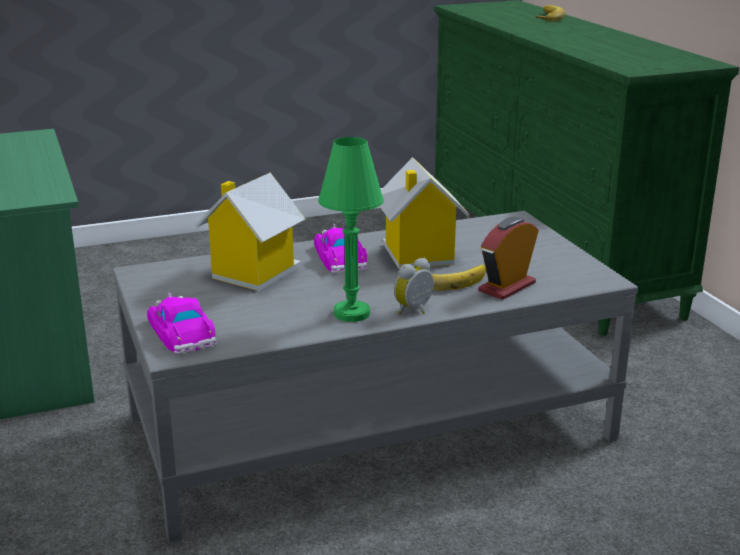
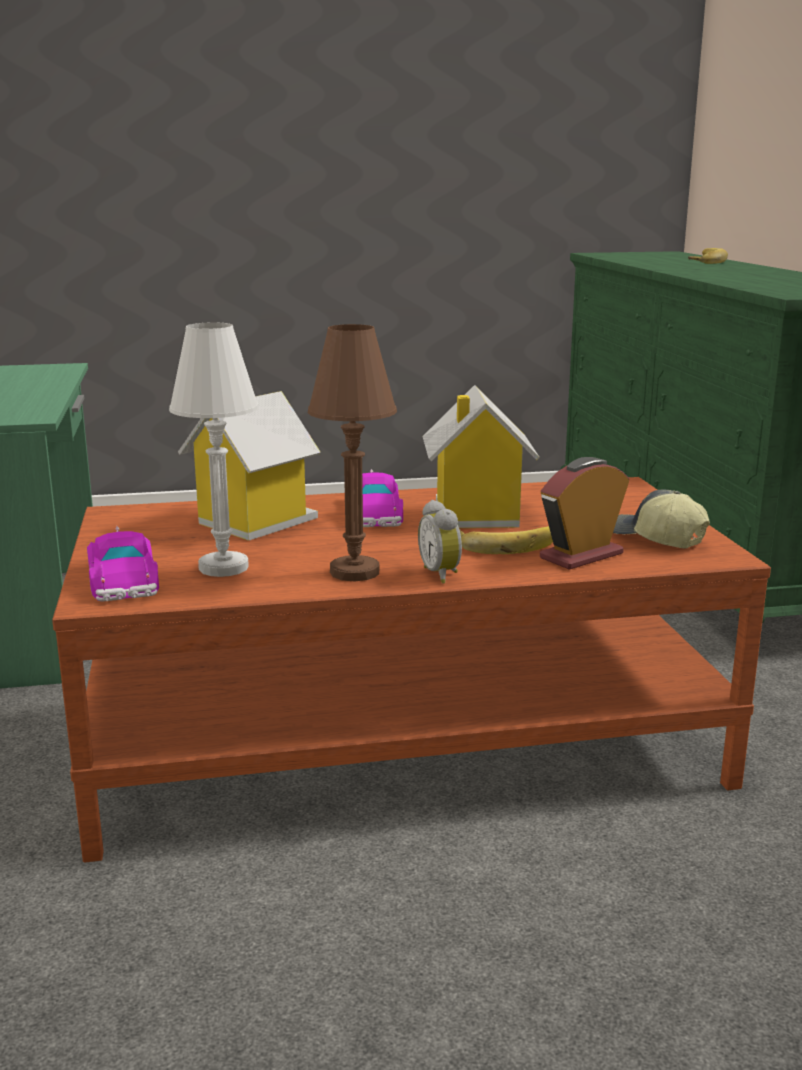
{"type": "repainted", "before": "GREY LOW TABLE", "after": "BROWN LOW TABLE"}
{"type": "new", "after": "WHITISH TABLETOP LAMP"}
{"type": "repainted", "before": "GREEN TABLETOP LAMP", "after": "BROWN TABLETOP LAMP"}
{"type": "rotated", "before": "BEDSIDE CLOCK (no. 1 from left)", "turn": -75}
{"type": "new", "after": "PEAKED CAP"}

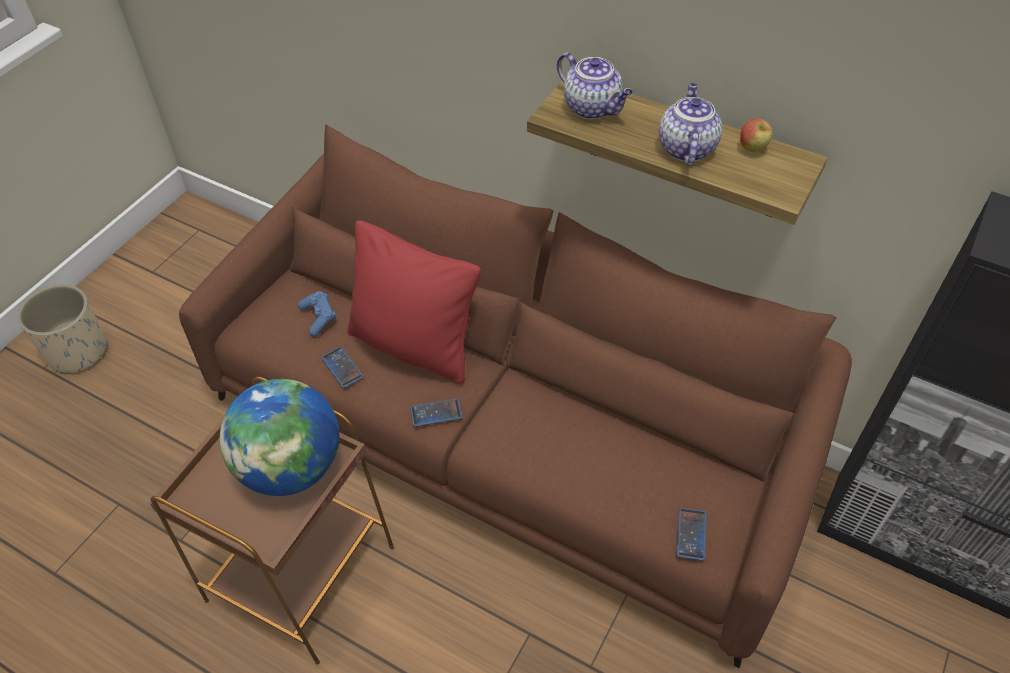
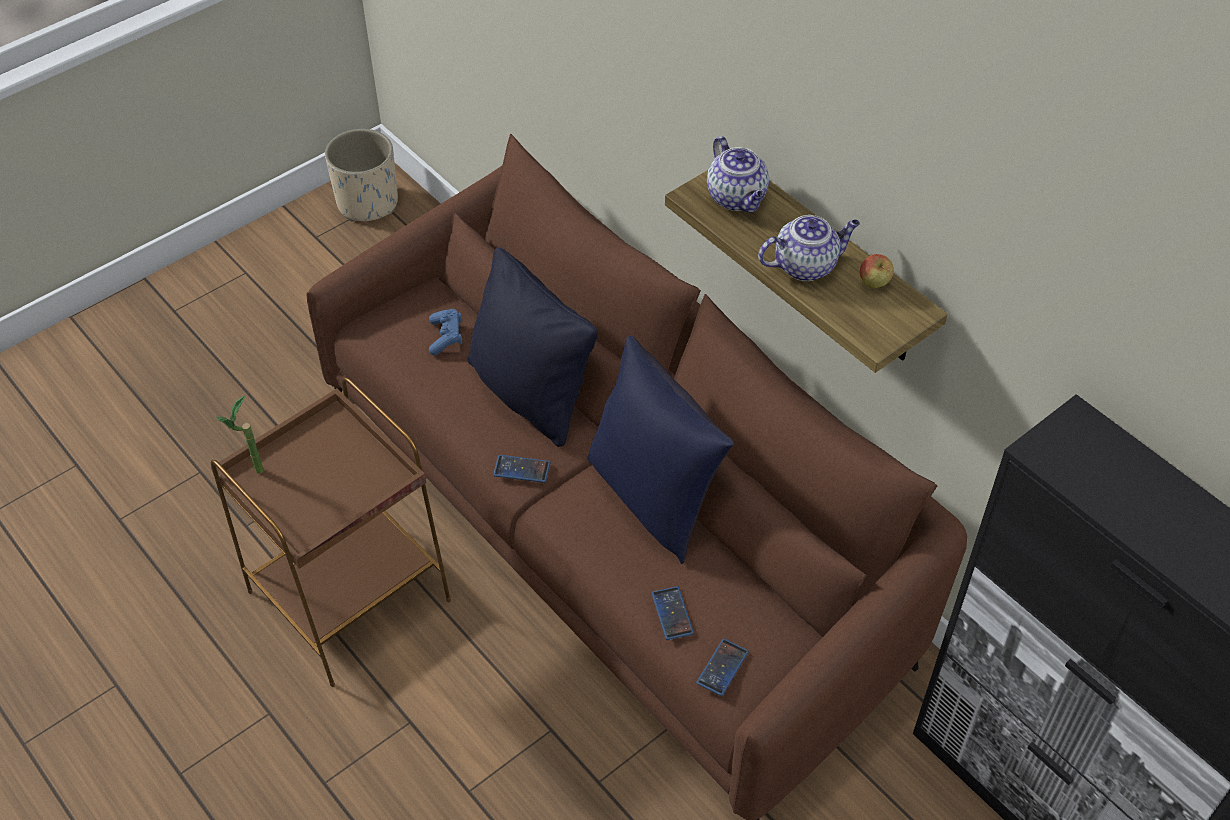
{"type": "new", "after": "HOUSEPLANT"}
{"type": "shifted", "before": "SAND-COLOURED PLANT POT"}
{"type": "repainted", "before": "REDDISH CUSHION", "after": "BLACKISH CUSHION"}
{"type": "new", "after": "BLUE CUSHION"}
{"type": "shifted", "before": "PHONE (no. 1 from left in the first image)", "after": "PHONE (no. 2 from left)"}
{"type": "rotated", "before": "POT FOR TEA (no. 2 from left)", "turn": 45}
{"type": "gone", "before": "DESK GLOBE"}

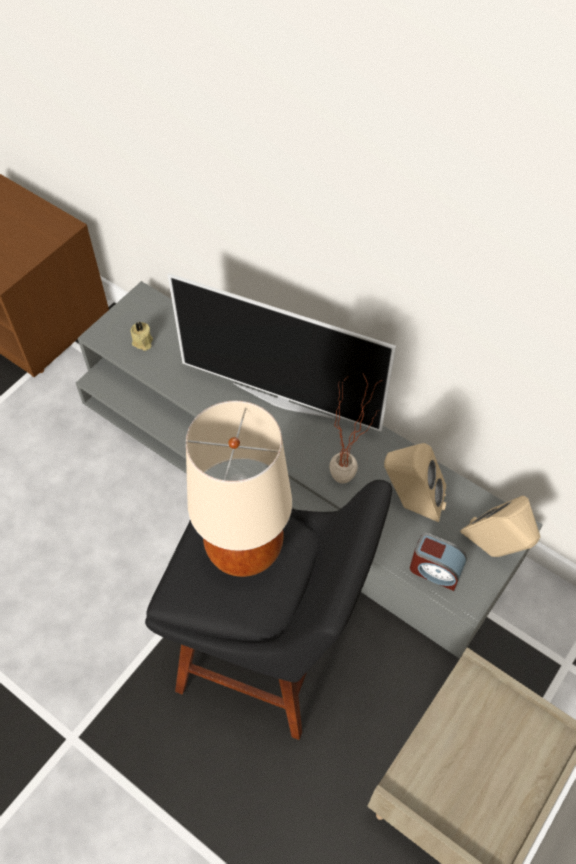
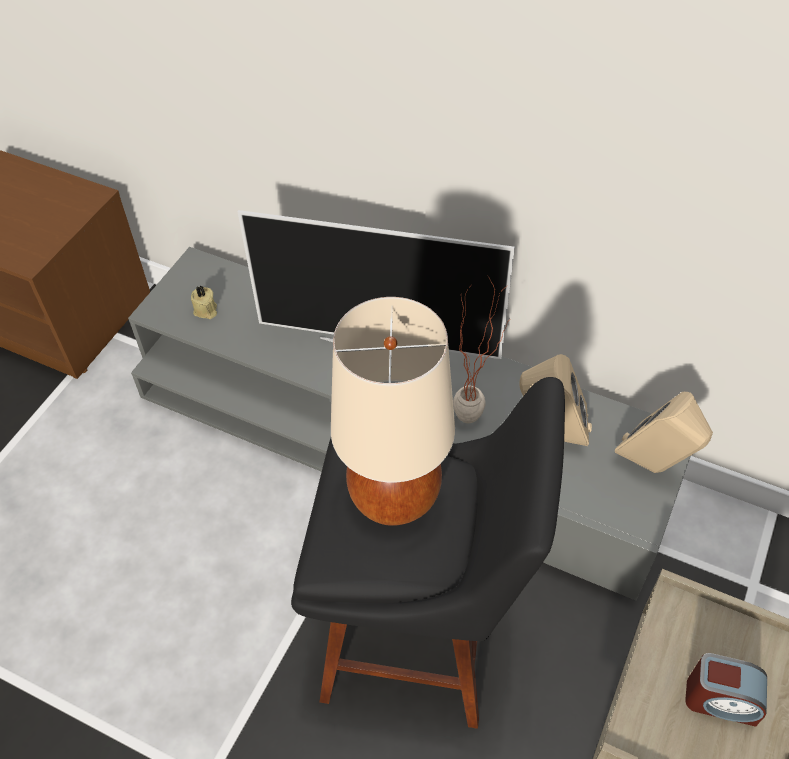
{"type": "shifted", "before": "BEDSIDE CLOCK"}

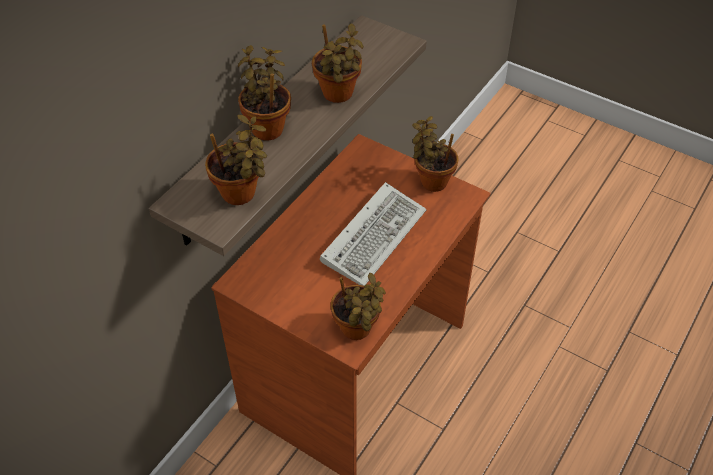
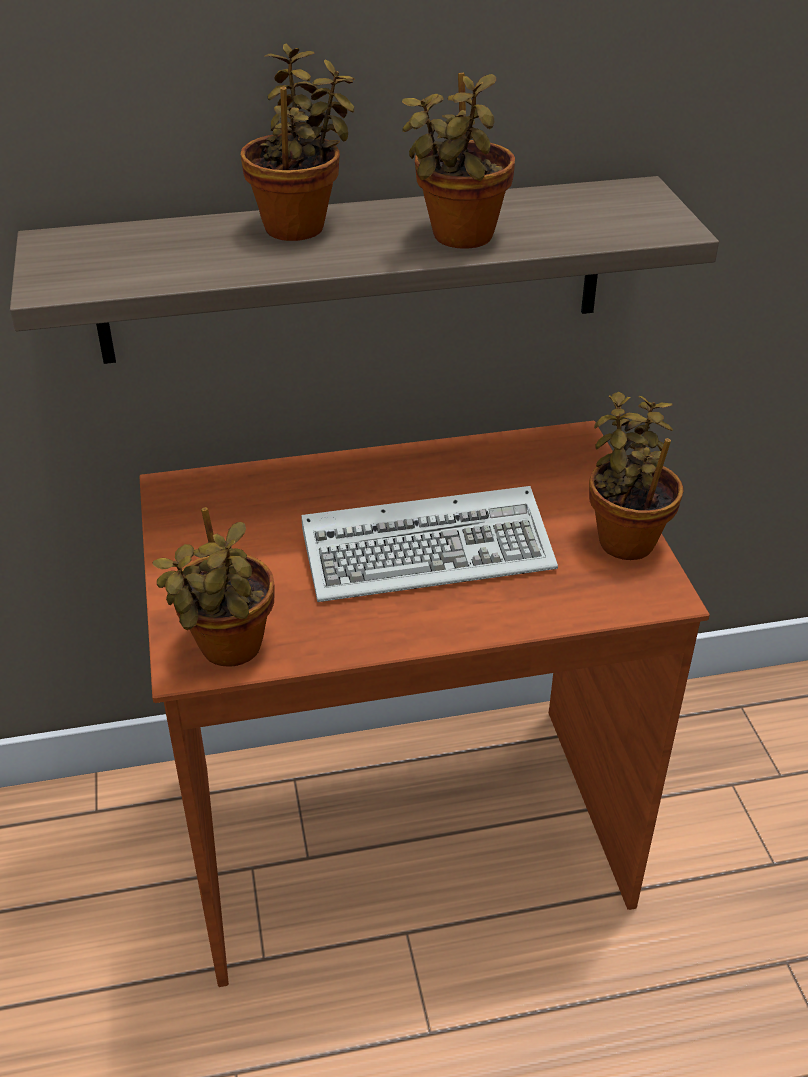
{"type": "gone", "before": "HOUSEPLANT (no. 1 from left)"}

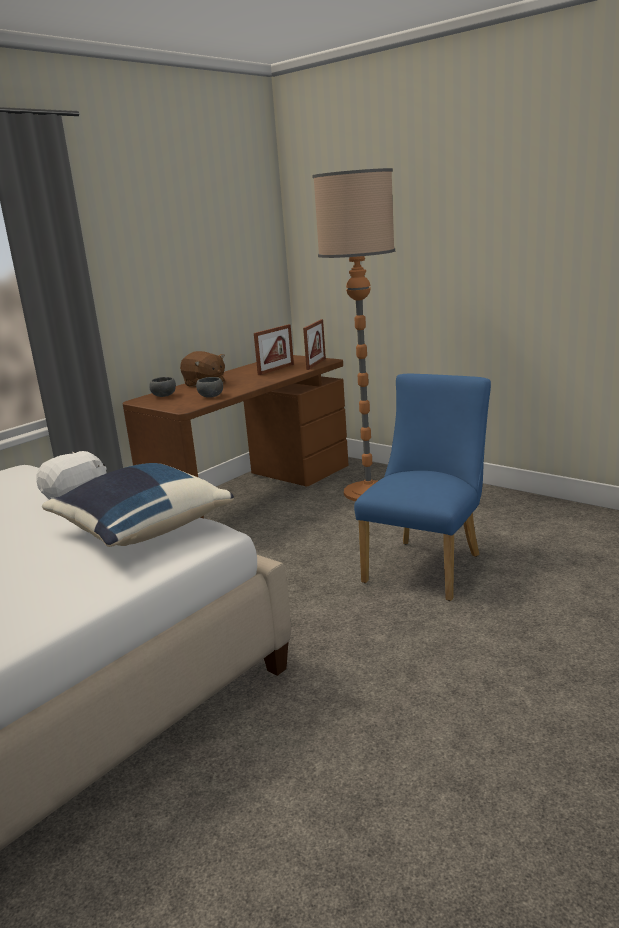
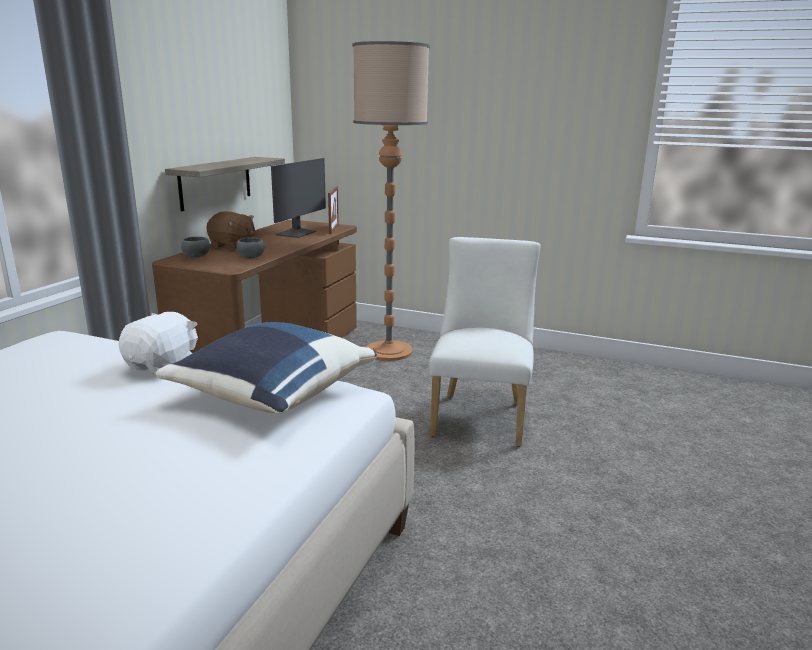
{"type": "new", "after": "BRACKET SHELF"}
{"type": "swapped", "before": "PHOTO FRAME (no. 1 from left)", "after": "COMPUTER DISPLAY"}
{"type": "repainted", "before": "BLUE CHAIR", "after": "WHITISH CHAIR"}

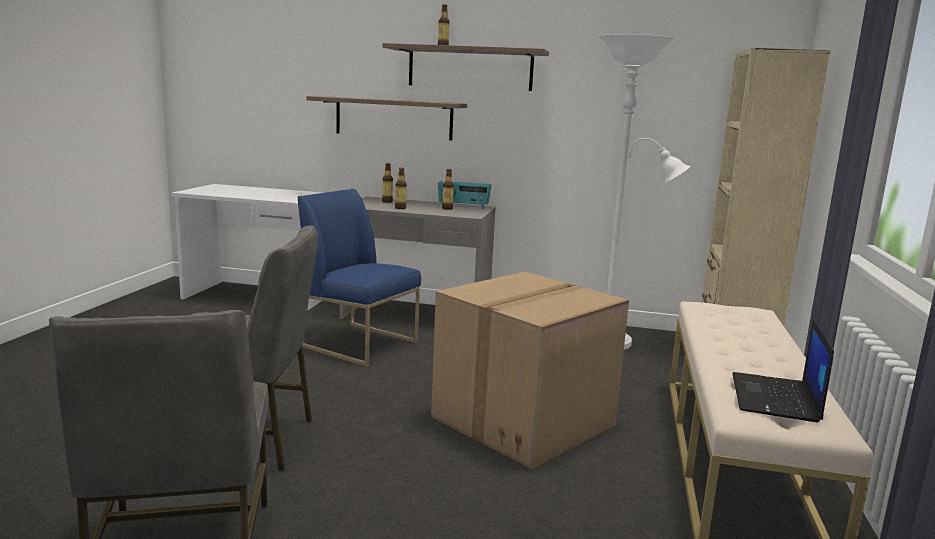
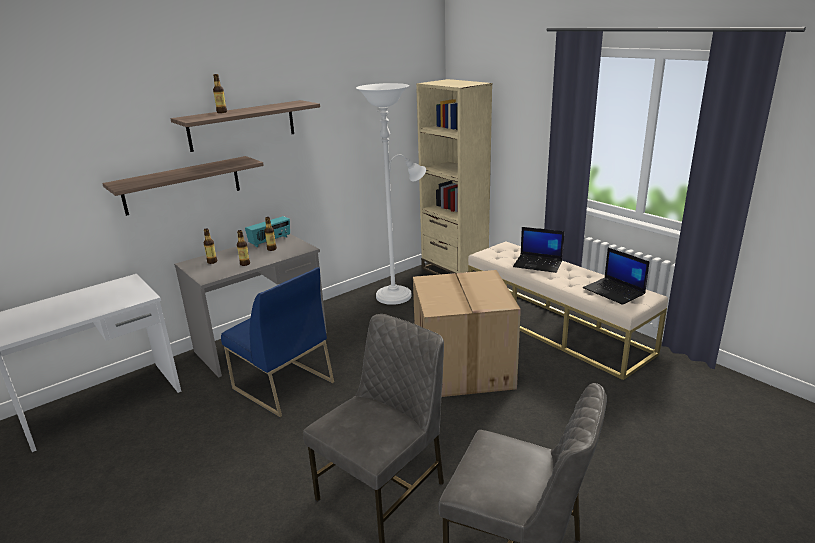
{"type": "rotated", "before": "BLUE CHAIR", "turn": -120}
{"type": "new", "after": "LAPTOP (no. 1 from left)"}

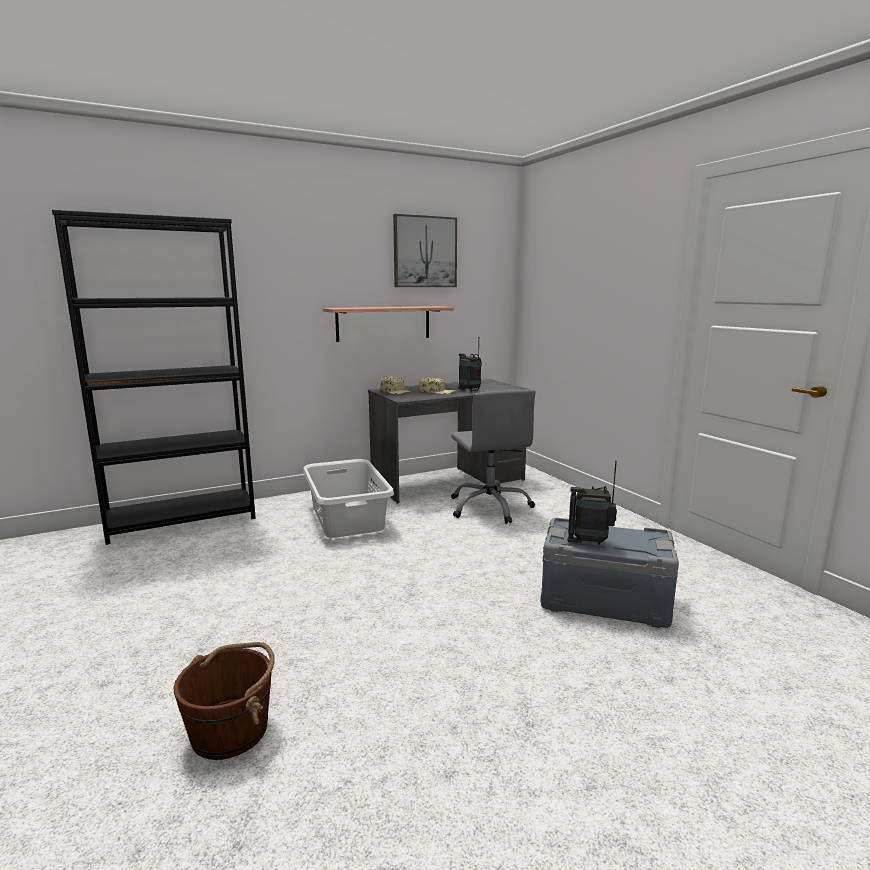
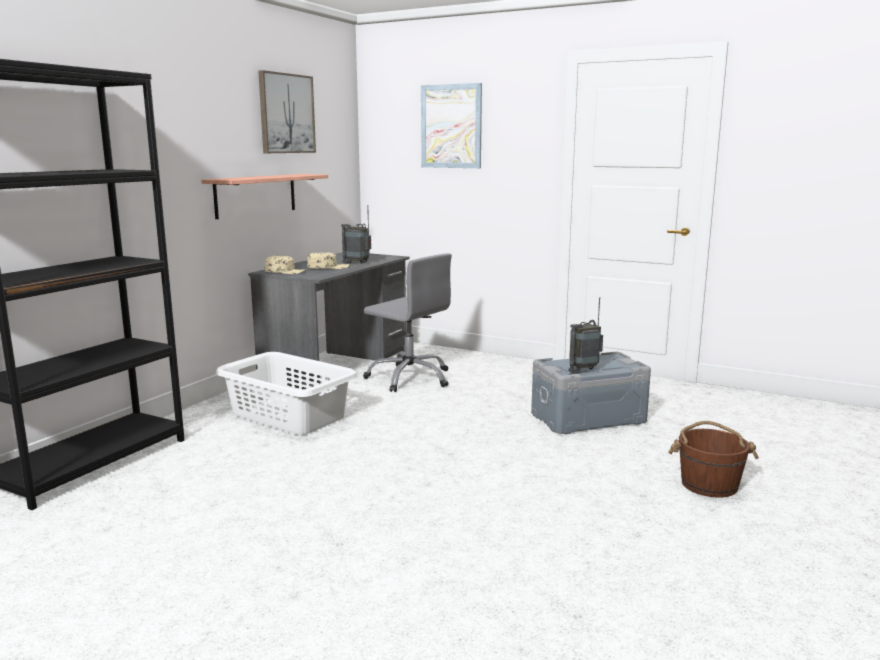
{"type": "new", "after": "WALL PICTURE (no. 2 from left)"}
{"type": "shifted", "before": "BROWN WATER BUCKET"}

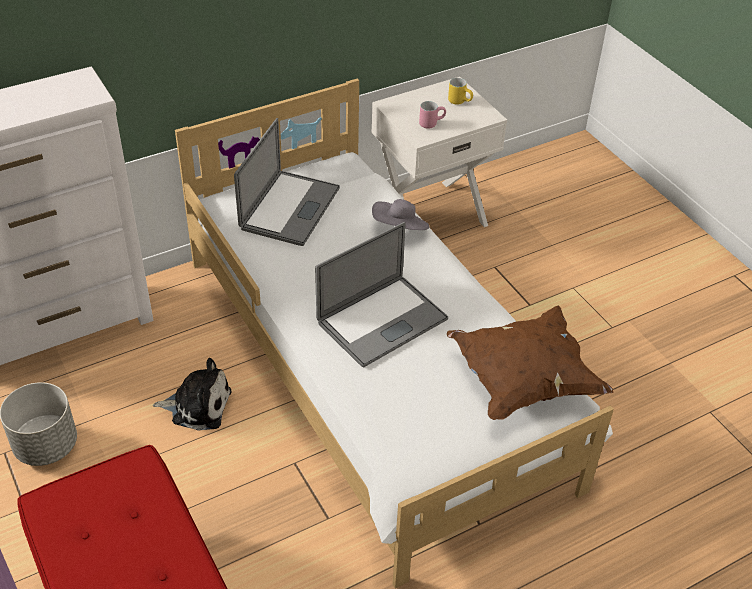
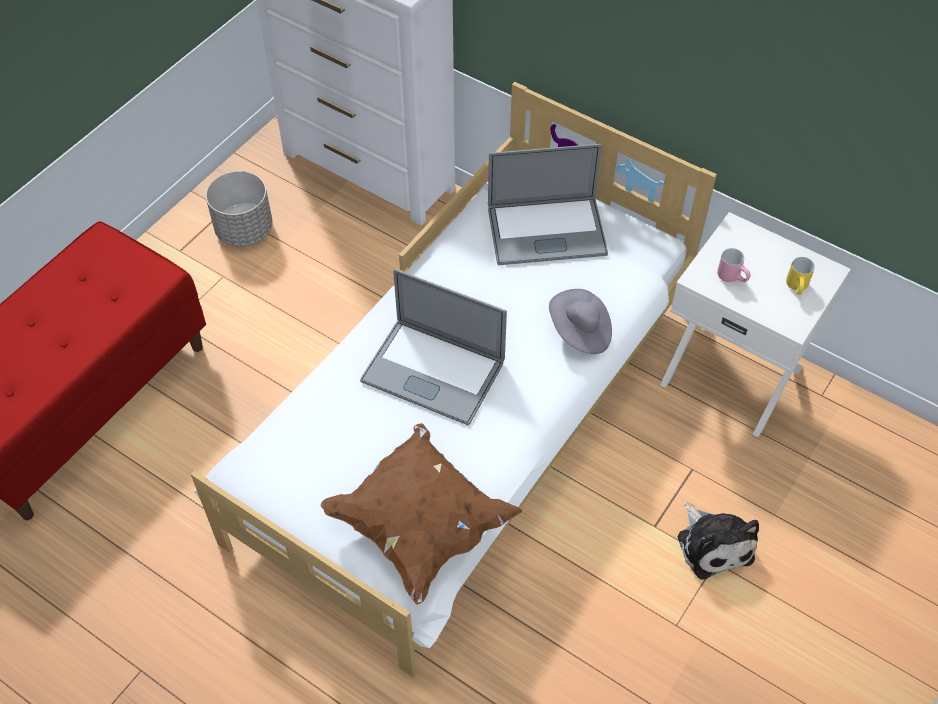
{"type": "shifted", "before": "PLUSH TOY"}

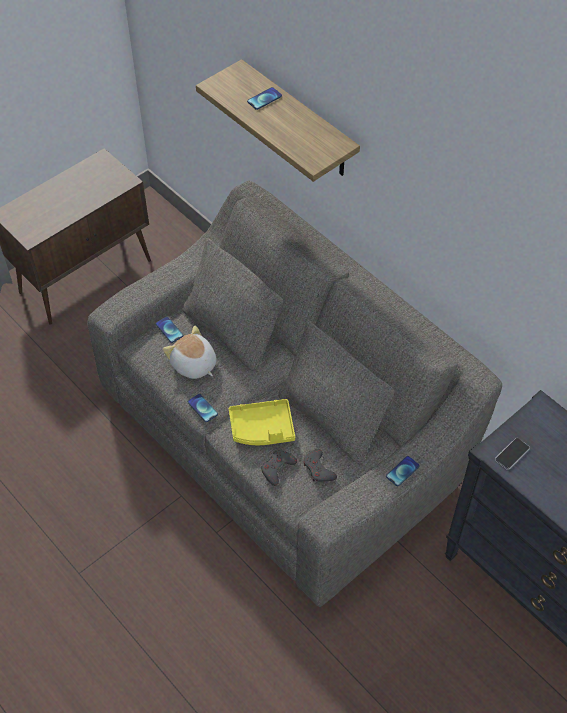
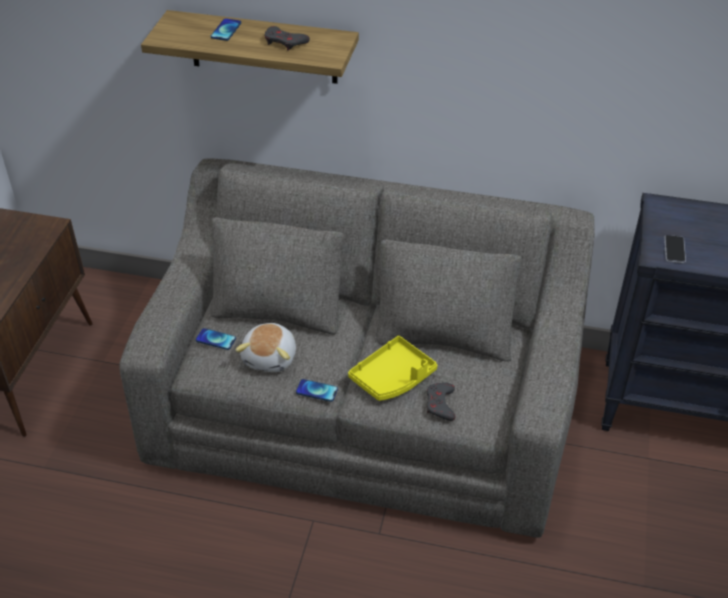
{"type": "rotated", "before": "PLUSH TOY", "turn": -90}
{"type": "shifted", "before": "GREY GAME CONTROLLER (no. 2 from left in the first image)", "after": "GREY GAME CONTROLLER (no. 1 from left)"}
{"type": "gone", "before": "PHONE (no. 4 from left)"}

